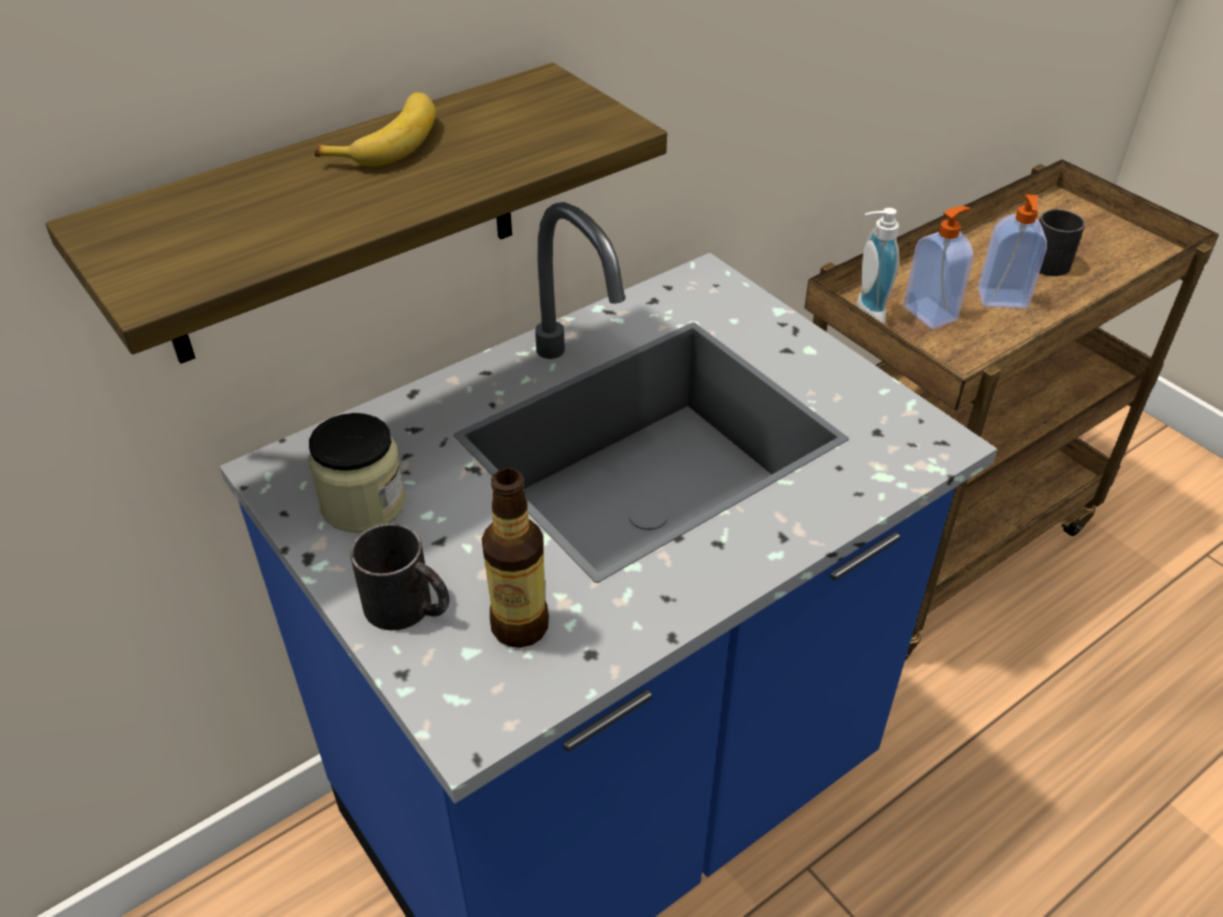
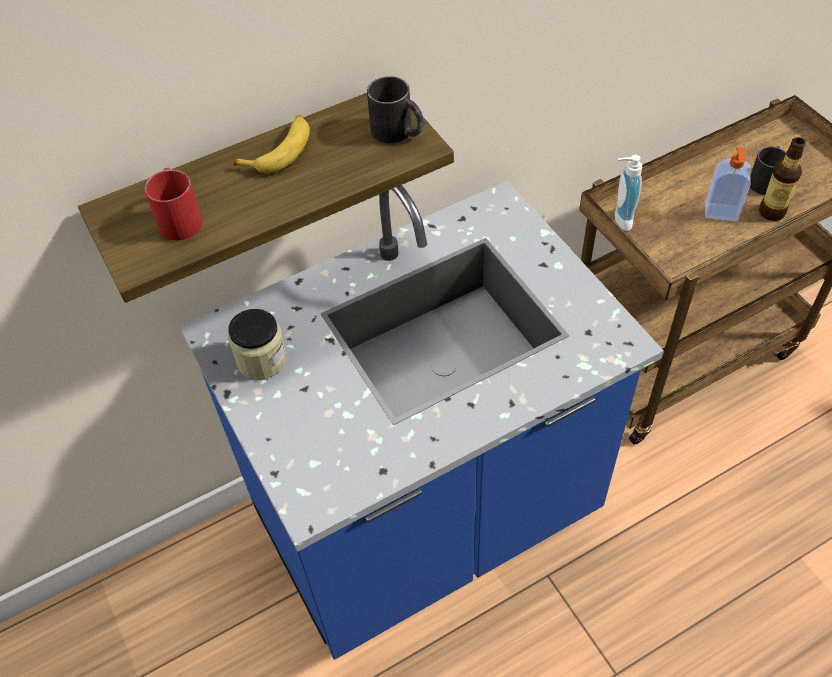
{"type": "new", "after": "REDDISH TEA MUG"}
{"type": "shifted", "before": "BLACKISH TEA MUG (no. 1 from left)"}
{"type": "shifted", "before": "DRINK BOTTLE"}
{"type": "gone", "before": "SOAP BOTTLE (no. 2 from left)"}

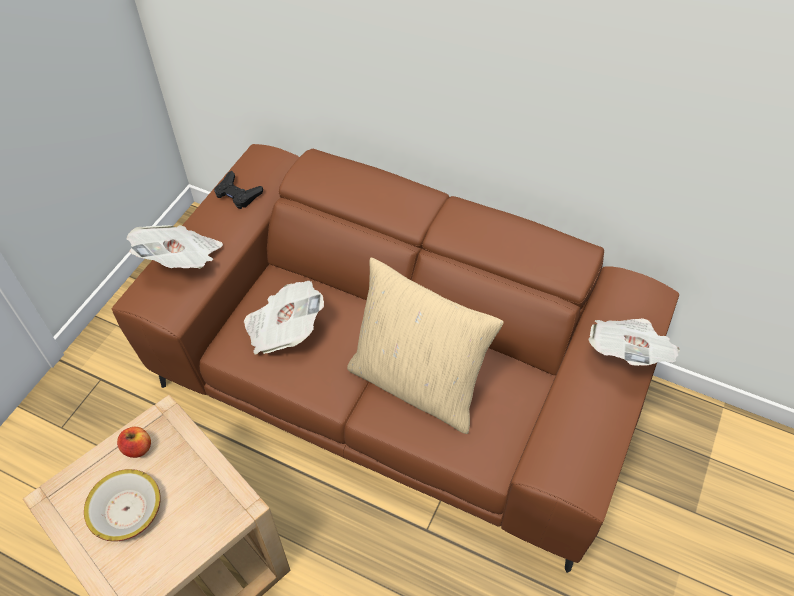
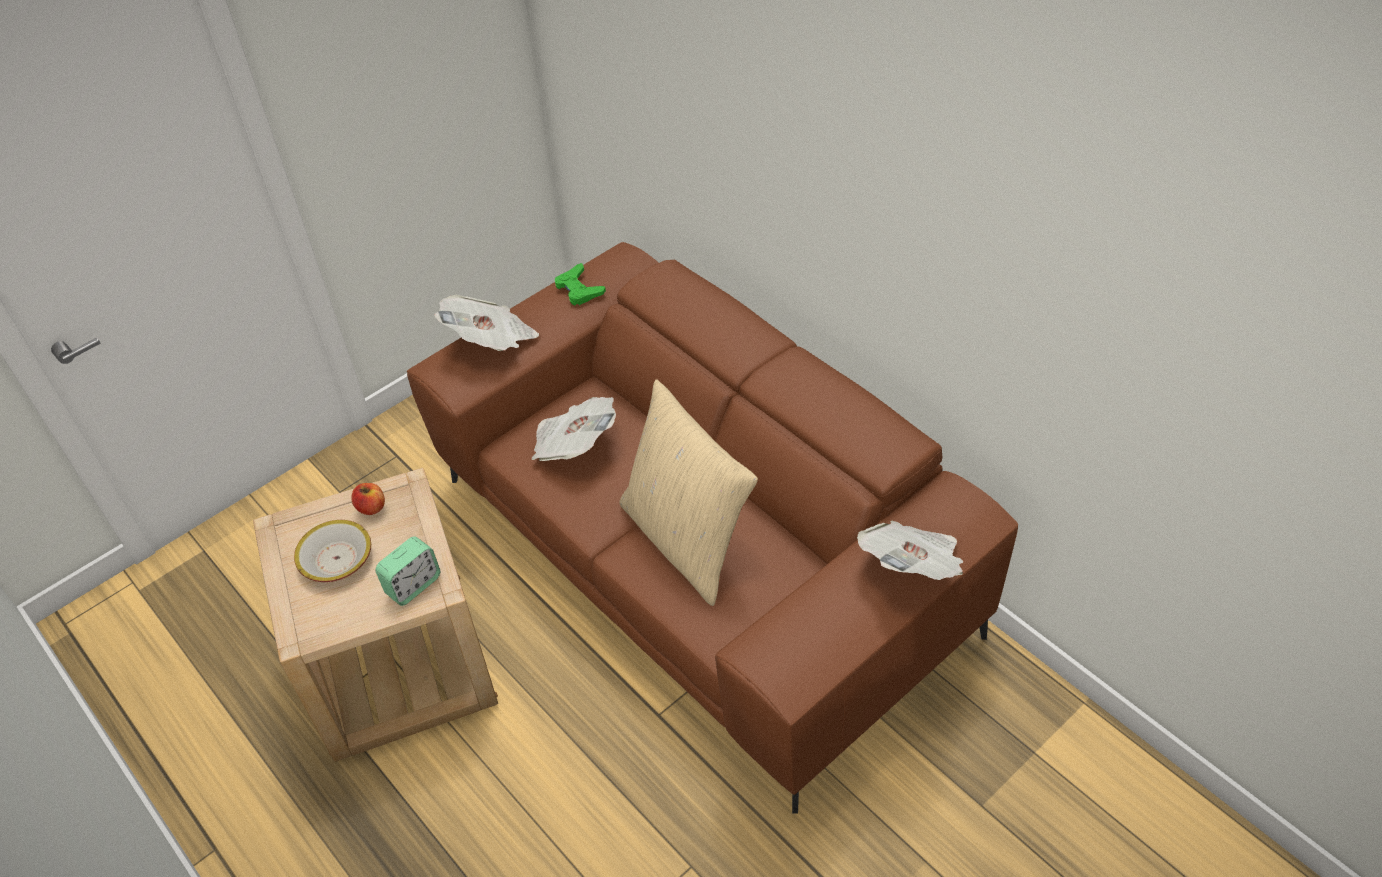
{"type": "new", "after": "BEDSIDE CLOCK"}
{"type": "repainted", "before": "BLACKISH GAME CONTROLLER", "after": "GREEN GAME CONTROLLER"}

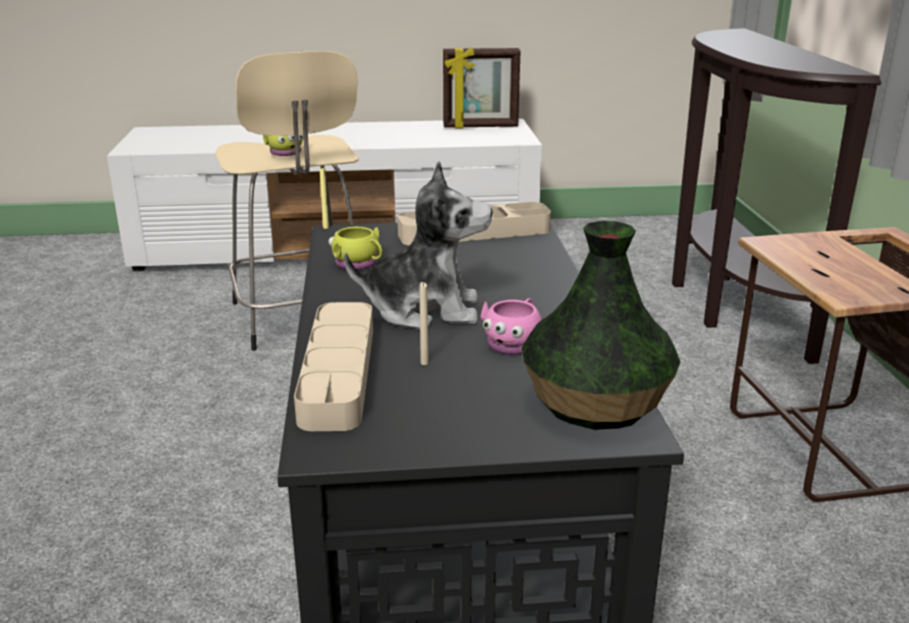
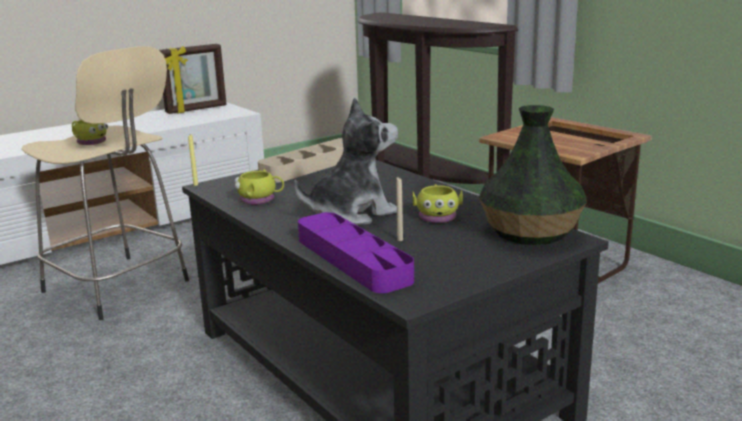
{"type": "repainted", "before": "SAND-COLOURED SERVING TRAY (no. 1 from left)", "after": "PURPLE-COLOURED SERVING TRAY"}
{"type": "repainted", "before": "PINKISH TEA MUG", "after": "YELLOWISH TEA MUG (no. 3 from left)"}

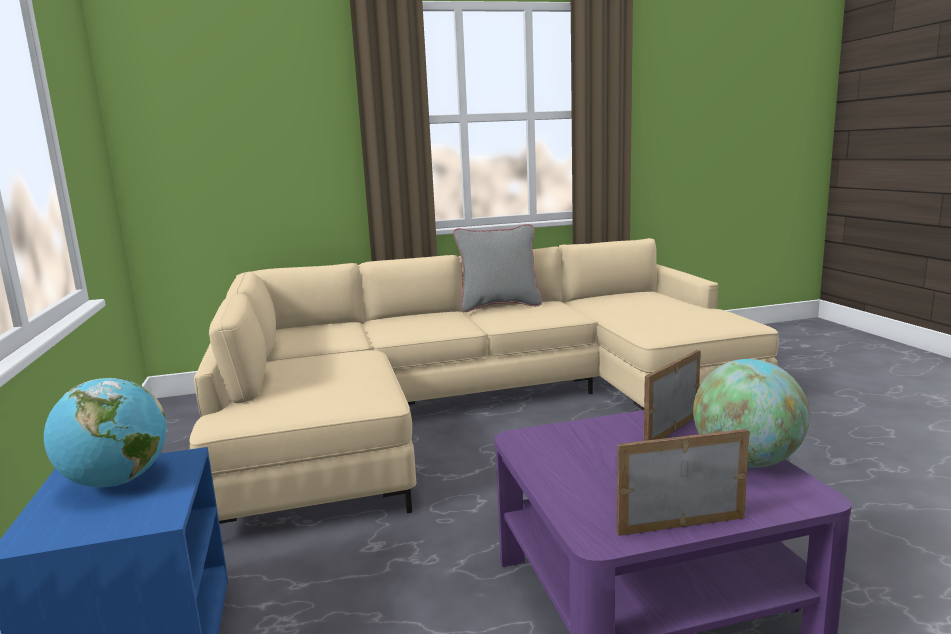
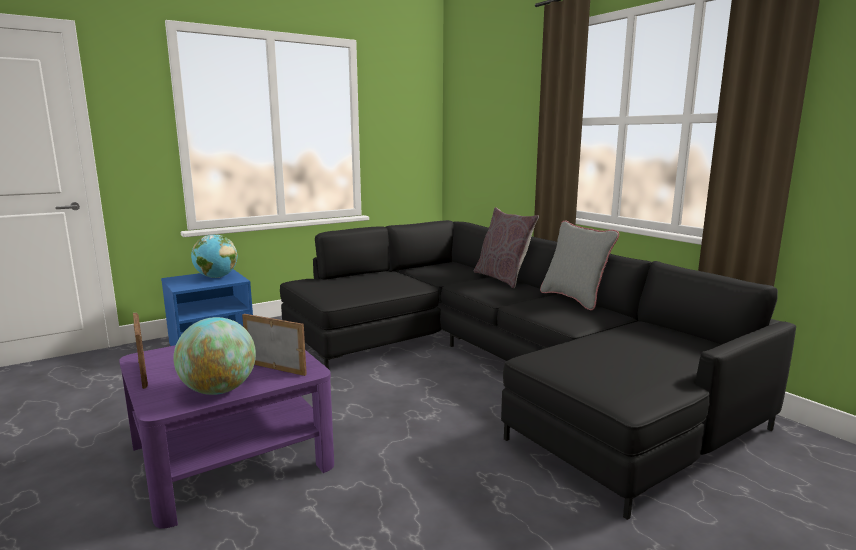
{"type": "repainted", "before": "SAND-COLOURED SOFA", "after": "BLACKISH SOFA"}
{"type": "new", "after": "GREY CUSHION (no. 1 from left)"}

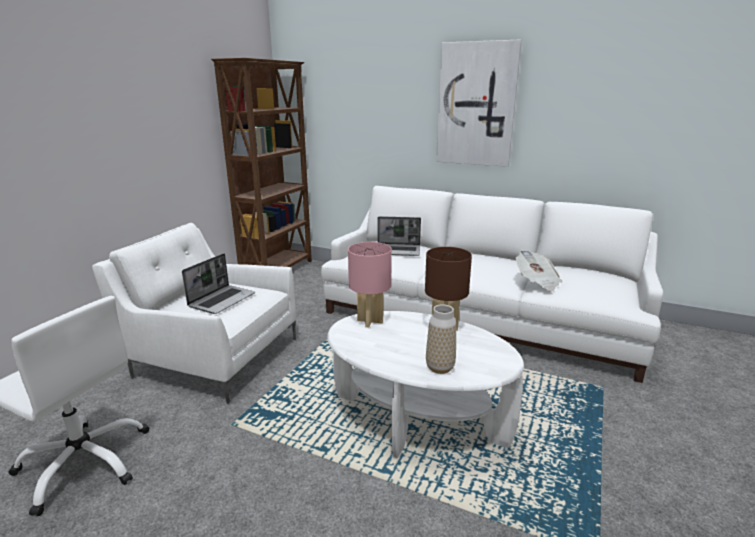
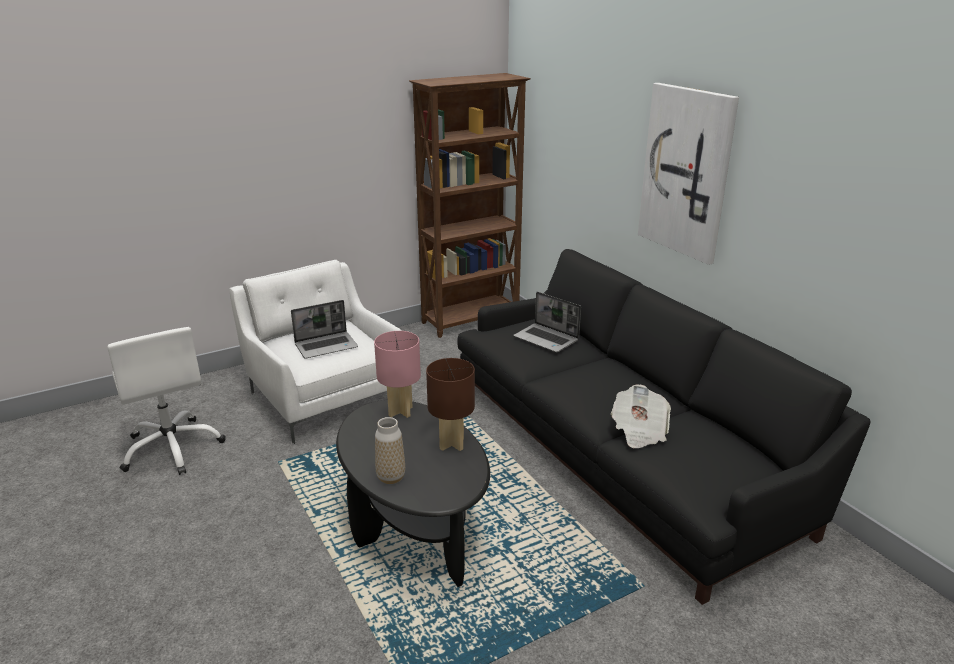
{"type": "repainted", "before": "WHITISH LOW TABLE", "after": "BLACKISH LOW TABLE"}
{"type": "repainted", "before": "WHITISH SOFA", "after": "BLACKISH SOFA"}

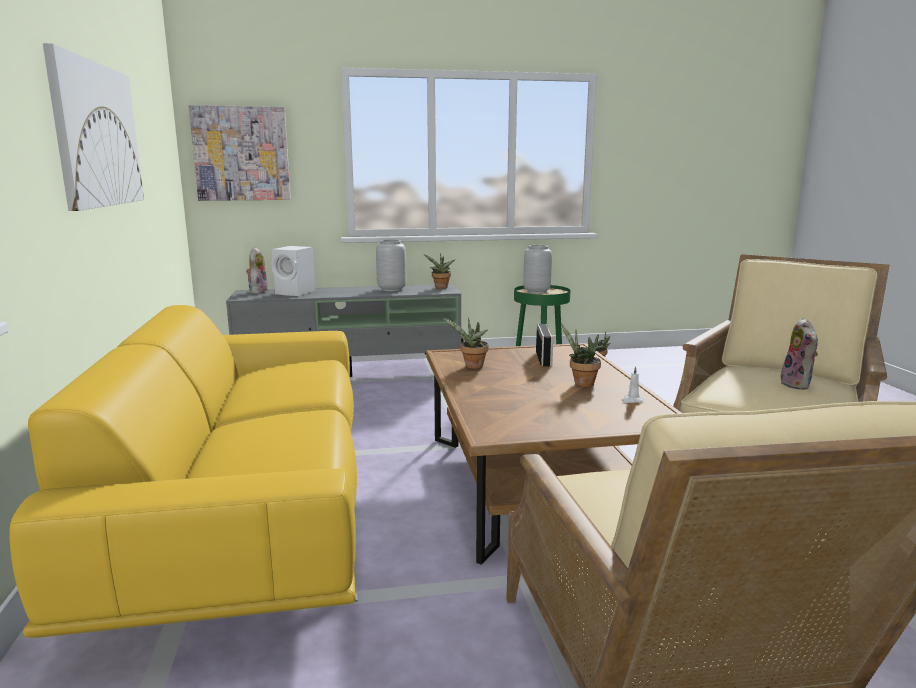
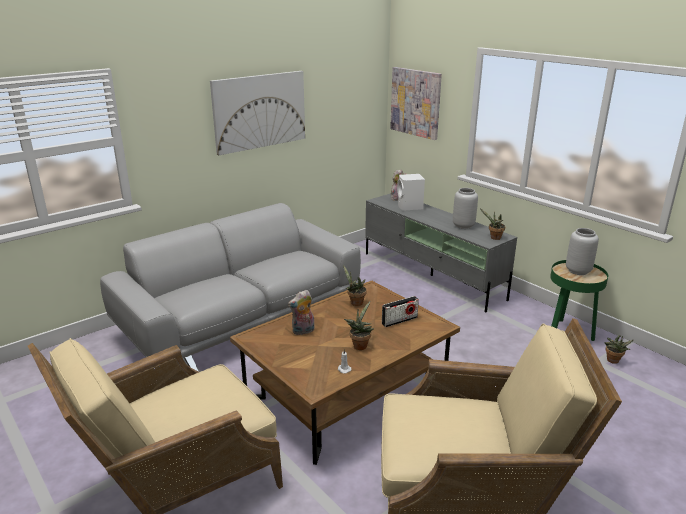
{"type": "repainted", "before": "YELLOWISH SOFA", "after": "GREY SOFA"}
{"type": "shifted", "before": "PLUSH TOY (no. 2 from left in the first image)", "after": "PLUSH TOY (no. 1 from left)"}

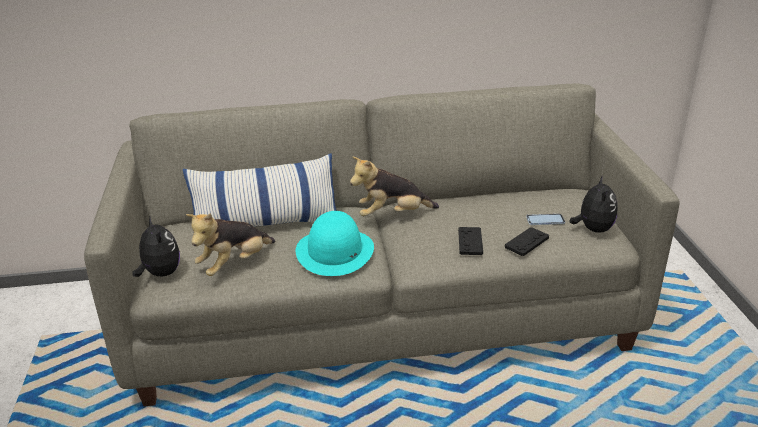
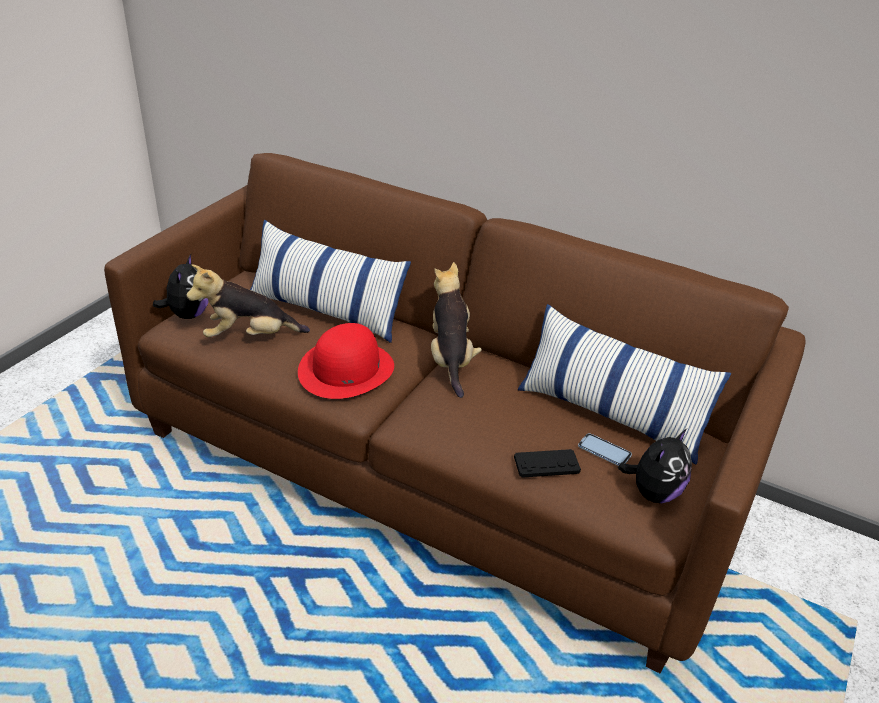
{"type": "repainted", "before": "GREY SOFA", "after": "BROWN SOFA"}
{"type": "repainted", "before": "TURQUOISE-COLOURED CLOTHING HAT", "after": "REDDISH CLOTHING HAT"}
{"type": "rotated", "before": "PLUSH TOY (no. 3 from left)", "turn": 60}
{"type": "new", "after": "CUSHION (no. 2 from left)"}
{"type": "gone", "before": "BLACKISH GAME CONTROLLER (no. 1 from left)"}

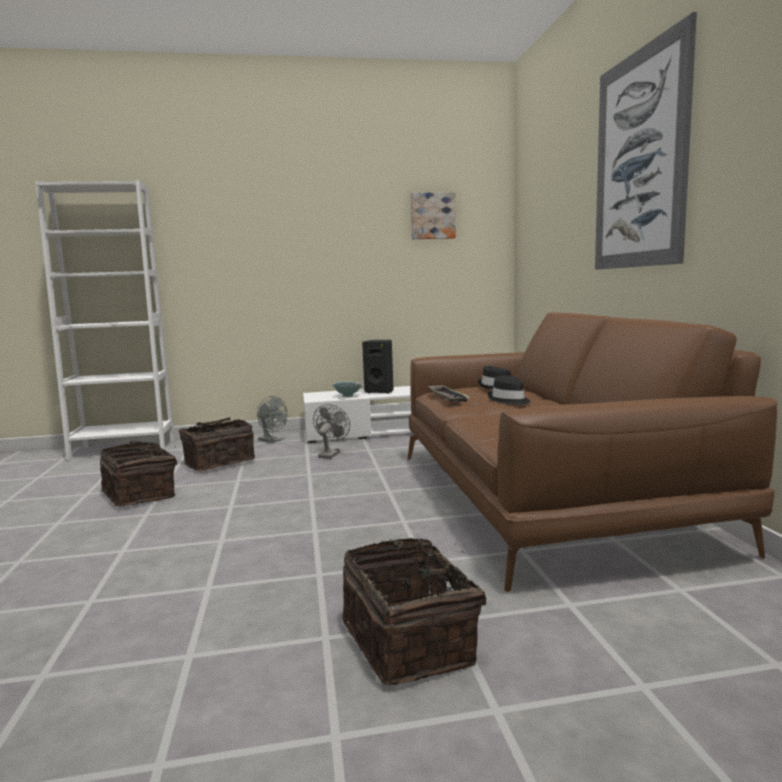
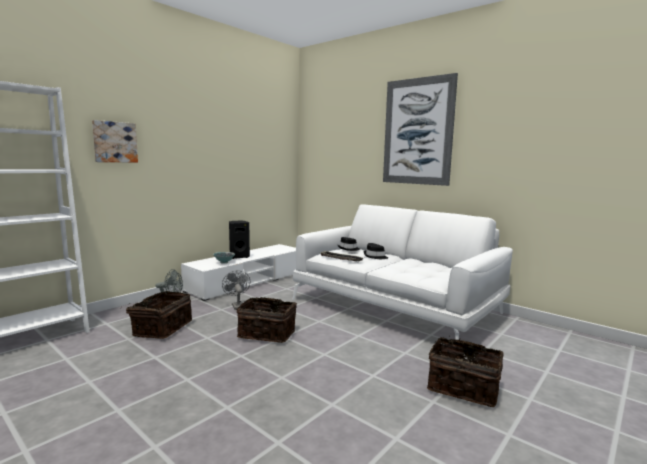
{"type": "shifted", "before": "WALL PICTURE (no. 1 from left)"}
{"type": "shifted", "before": "STORAGE BASKET (no. 1 from left in the first image)", "after": "STORAGE BASKET (no. 2 from left)"}
{"type": "repainted", "before": "BROWN SOFA", "after": "WHITISH SOFA"}

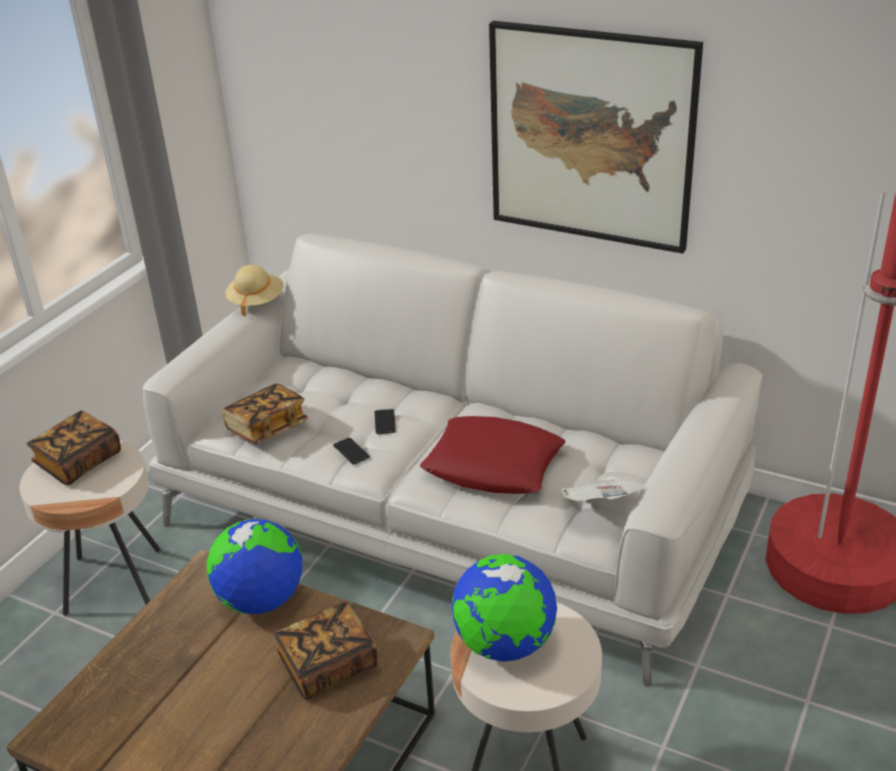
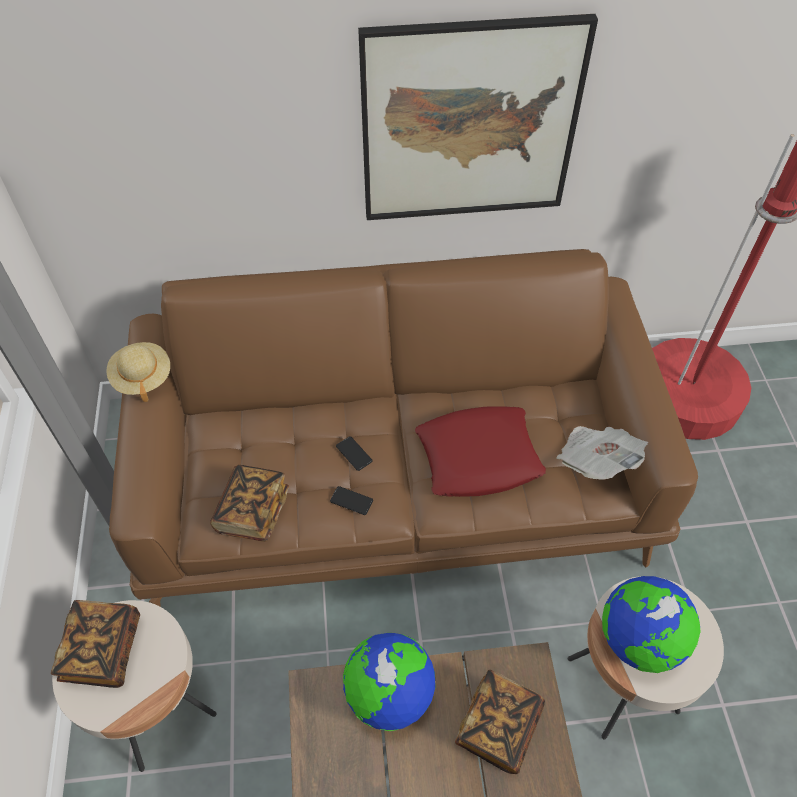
{"type": "repainted", "before": "WHITISH SOFA", "after": "BROWN SOFA"}

